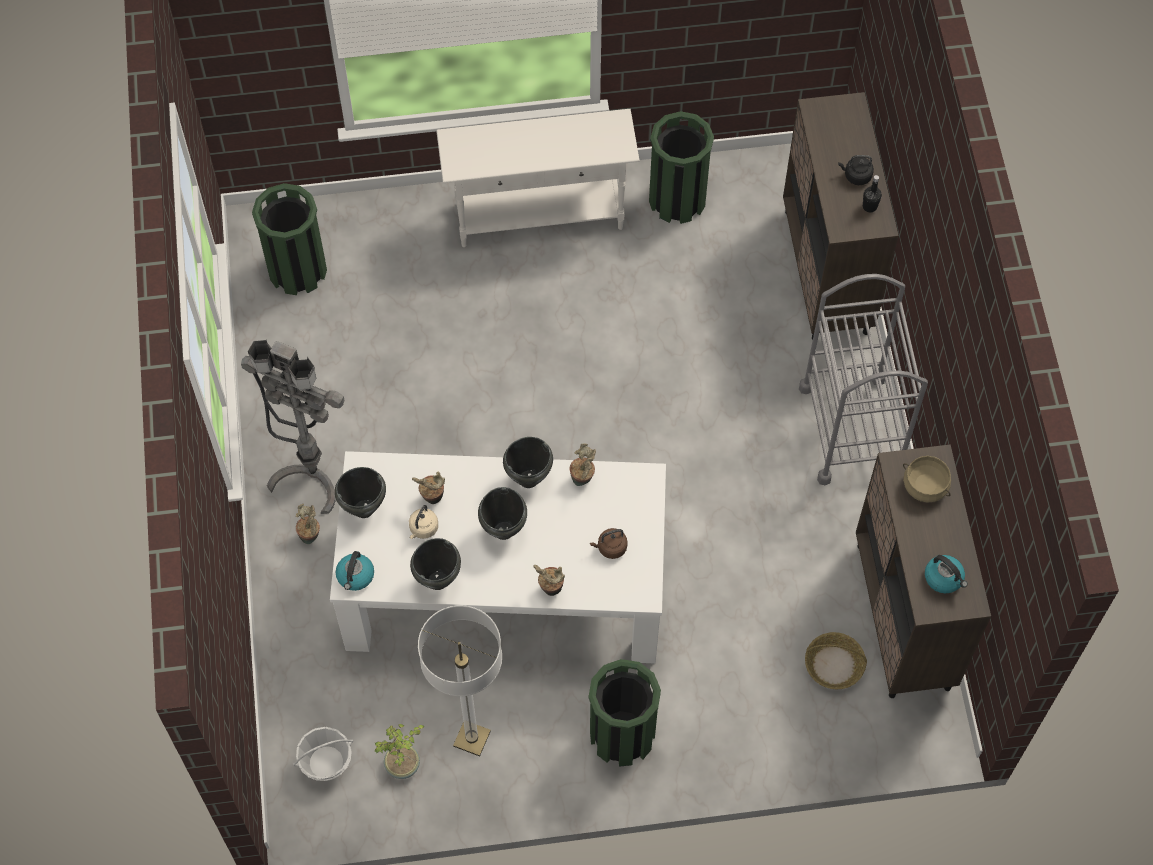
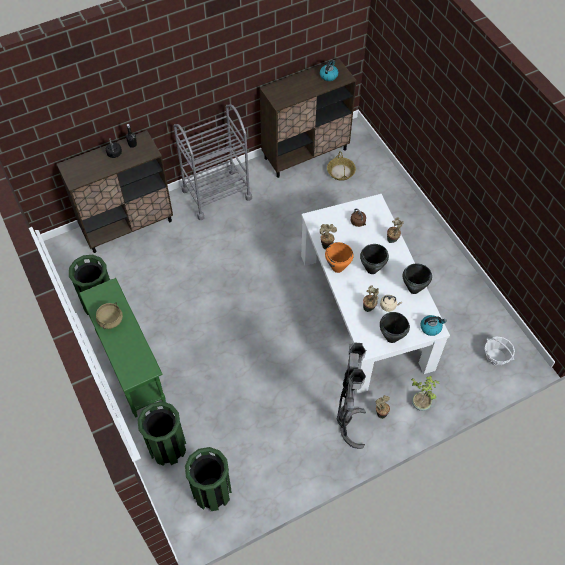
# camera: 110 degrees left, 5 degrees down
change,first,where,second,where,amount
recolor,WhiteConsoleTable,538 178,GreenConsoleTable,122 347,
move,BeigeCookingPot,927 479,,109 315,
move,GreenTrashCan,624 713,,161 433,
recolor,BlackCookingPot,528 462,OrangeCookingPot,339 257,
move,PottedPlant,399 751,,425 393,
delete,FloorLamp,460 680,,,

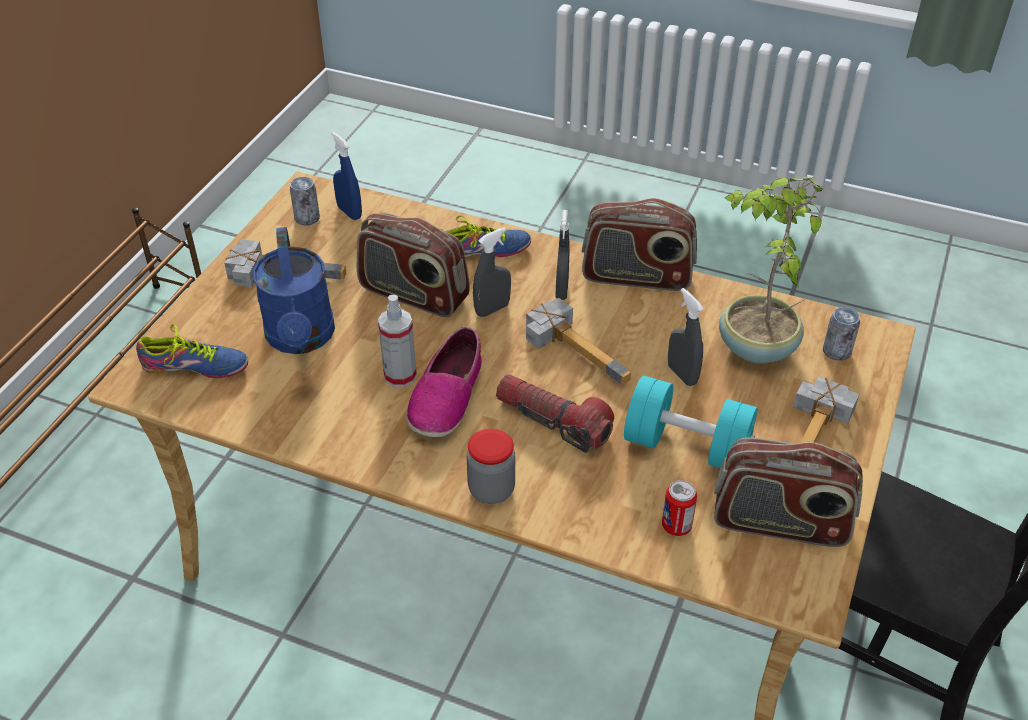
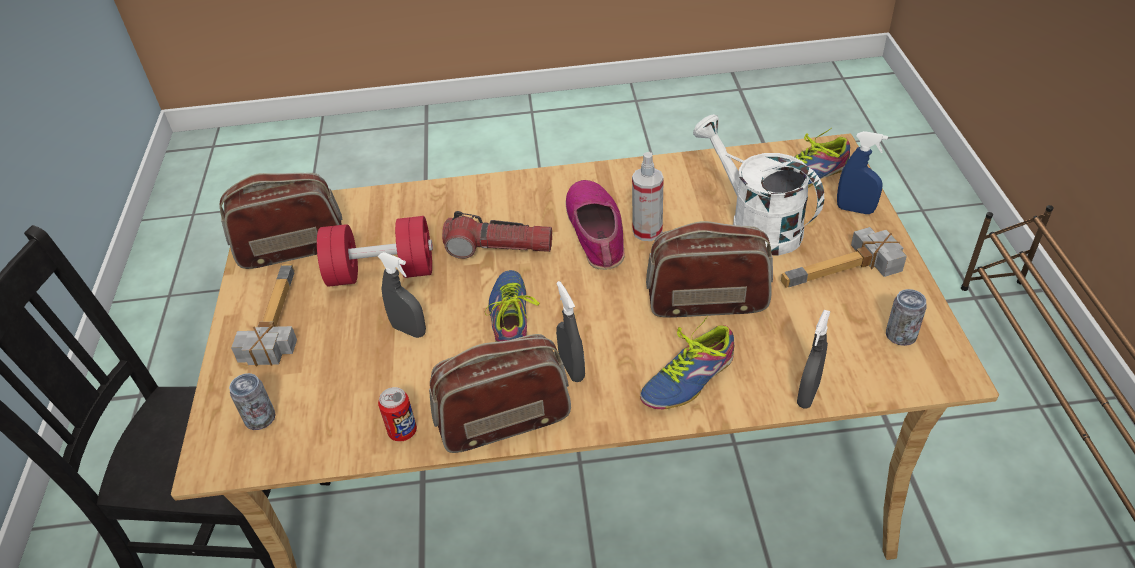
# camera: 155 degrees right, 0 degrees up
change,first,where,second,where,amount
recolor,TurquoiseDumbbell,691 422,RedDumbbell,375 251,
move,Can,679 508,,397 414,
replace,Hammer,578 341,Shoe,512 306,
recolor,BlueWateringCan,294 290,WhiteWateringCan,758 185,
move,GreySprayBottle,492 272,,814 359,
move,BlueSprayBottle,346 176,,862 172,
delete,Jar,491 466,,,
delete,PottedPlant,771 270,,,

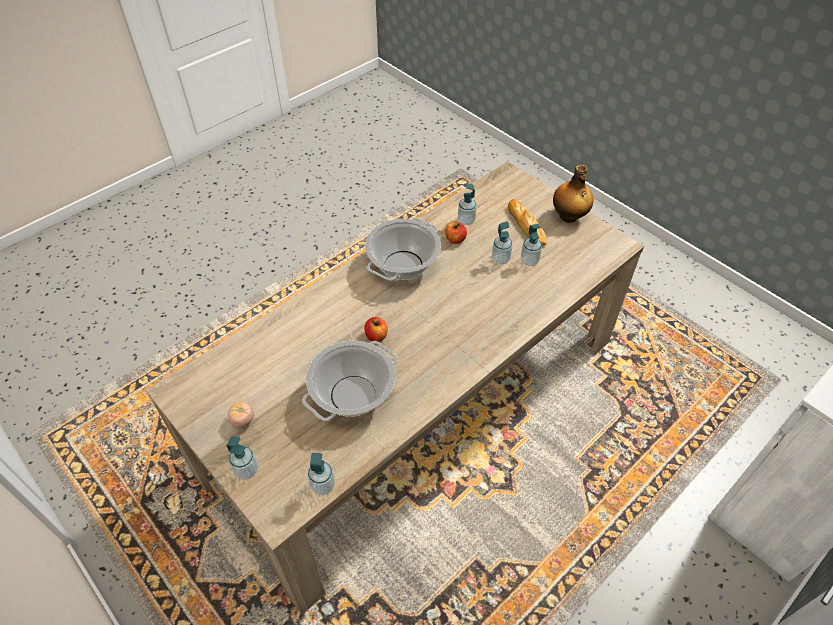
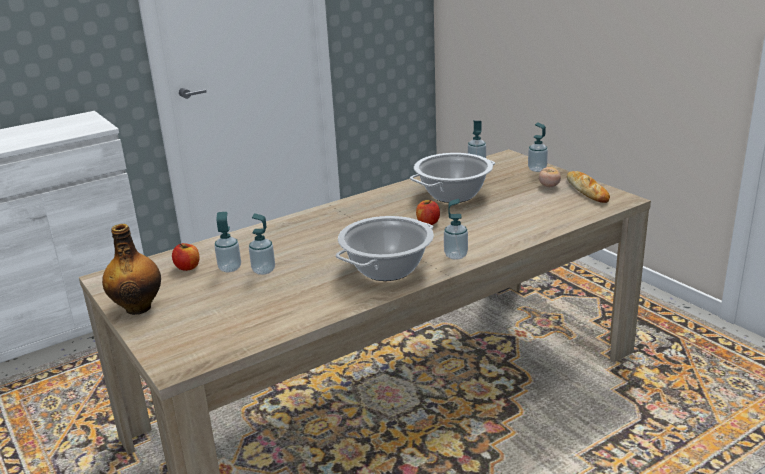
# camera: 170 degrees left, 25 degrees down
change,first,where,second,where,amount
move,Apple,456 233,,185 257,
move,SoapDispenser,467 204,,456 229,
move,Bread,527 222,,588 187,

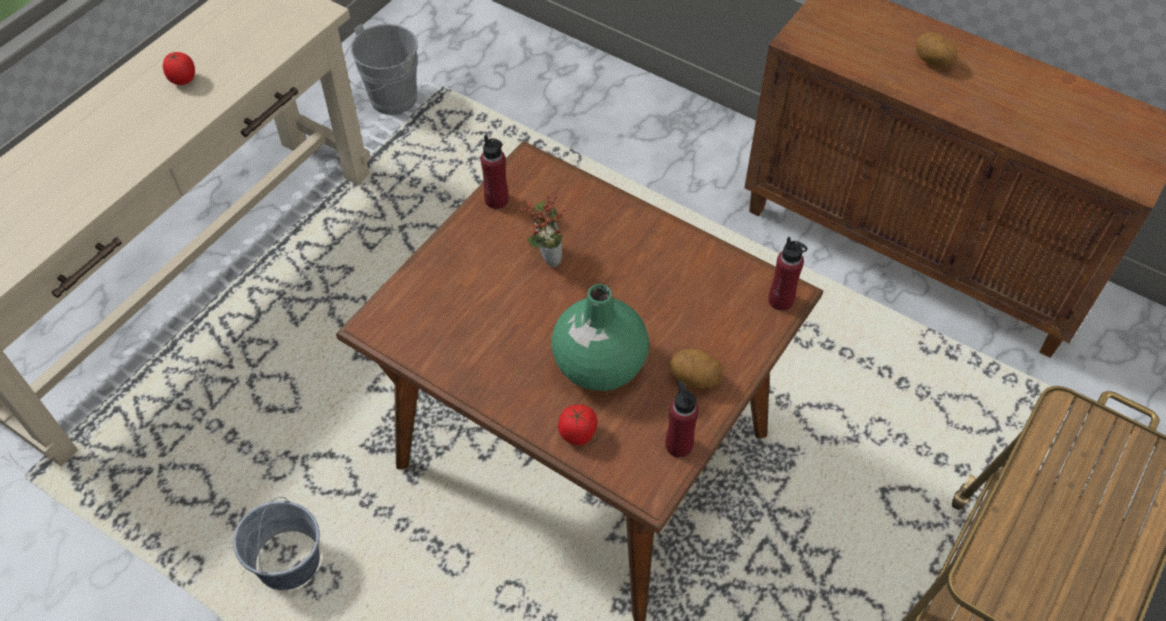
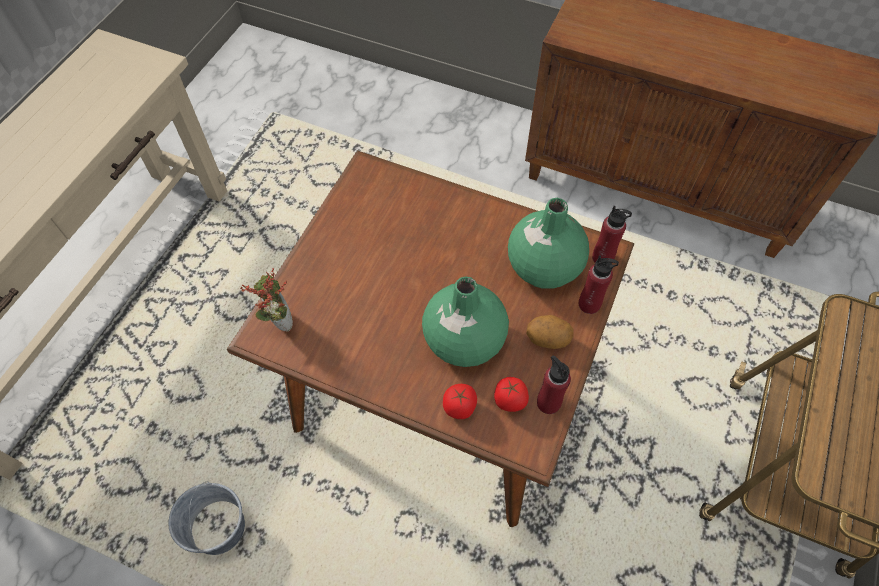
# camera: 10 degrees left, 5 degrees up
change,first,where,second,where,amount
move,PottedPlant,543 229,,266 300,
move,Tomato,179 68,,511 394,
insert,,,GreenVase,548 243,
move,RedBottle,495 172,,599 284,
delete,GreyBucket,381 69,,,
delete,Potato,936 49,,,

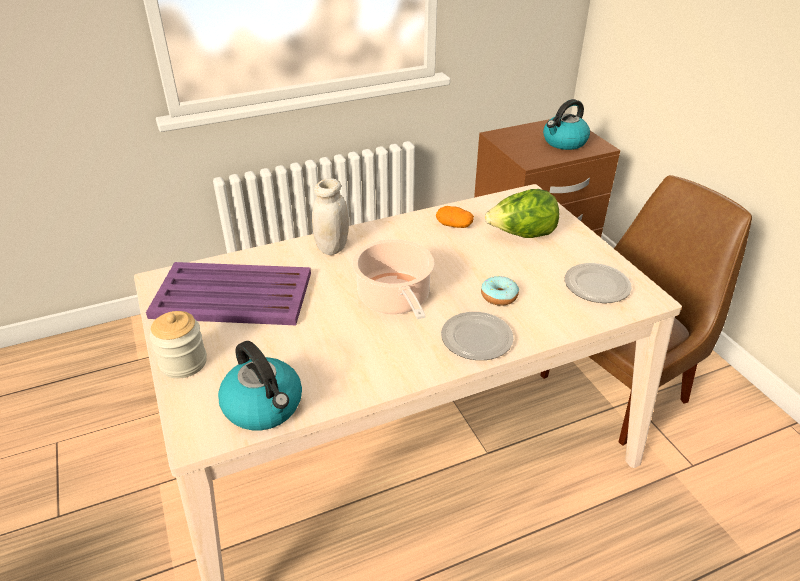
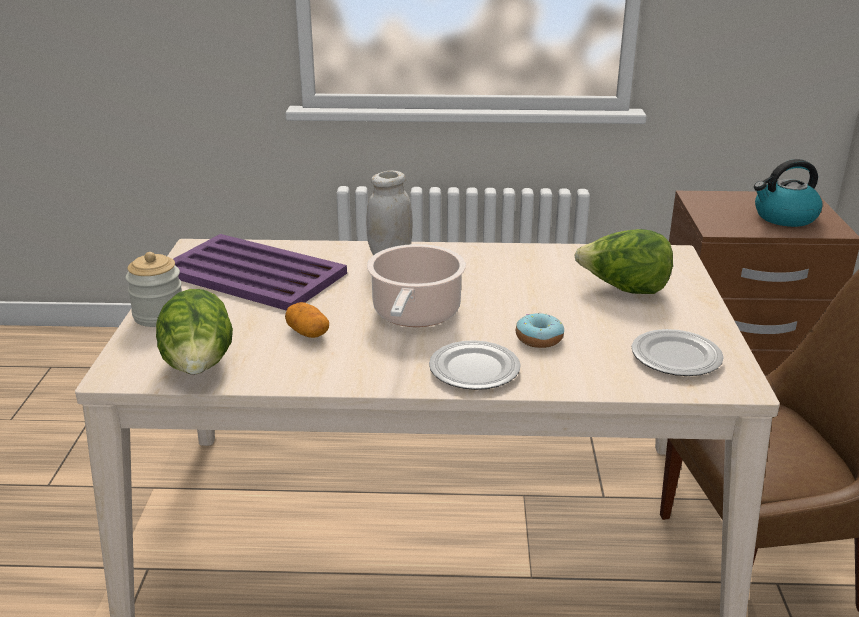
# camera: 25 degrees right, 10 degrees down
change,first,where,second,where,amount
replace,Kettle,260 385,Lettuce,194 331,
move,Potato,455 217,,307 320,

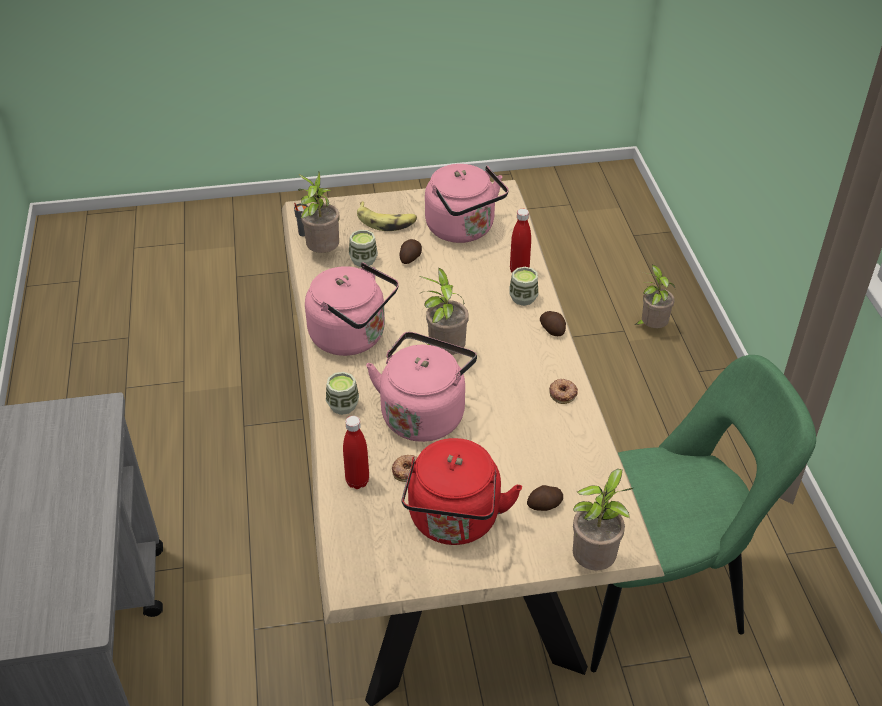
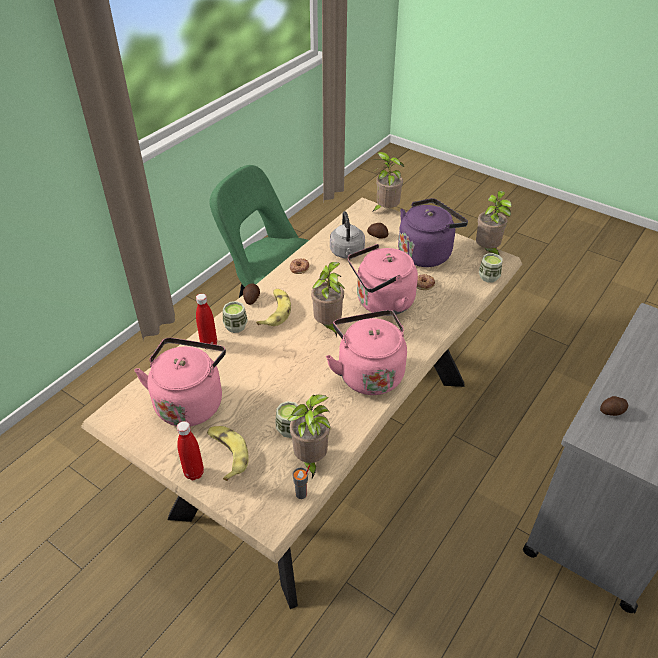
# camera: 135 degrees left, 0 degrees up
change,first,where,second,where,amount
move,RedBottle,356 452,,190 450,
insert,,,Banana,273 307,
insert,,,GreyKettle,347 235,
recolor,RedKettle,462 491,PurpleKettle,433 232,
move,PottedPlant,654 296,,494 223,
move,Cup,342 393,,491 268,
move,Potato,410 251,,614 406,

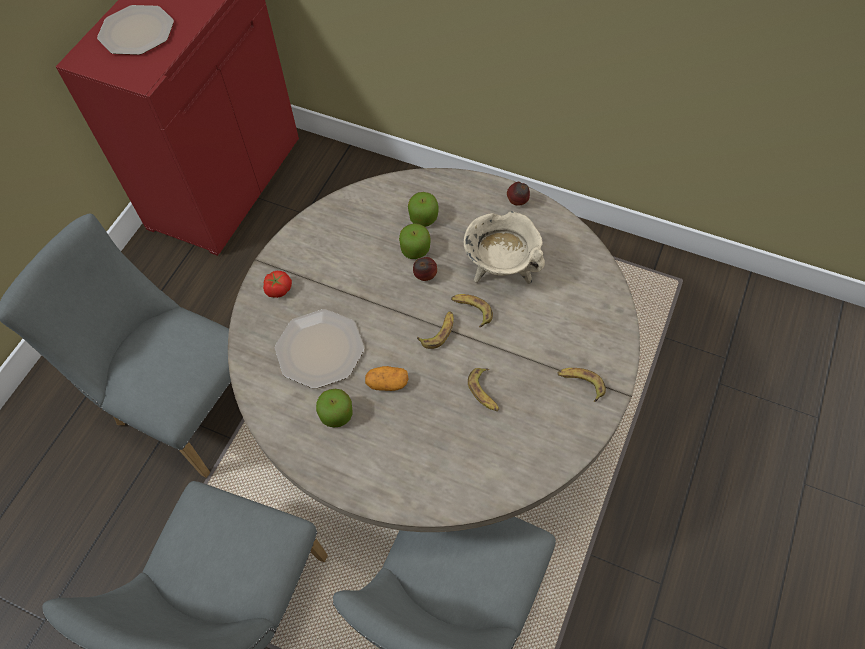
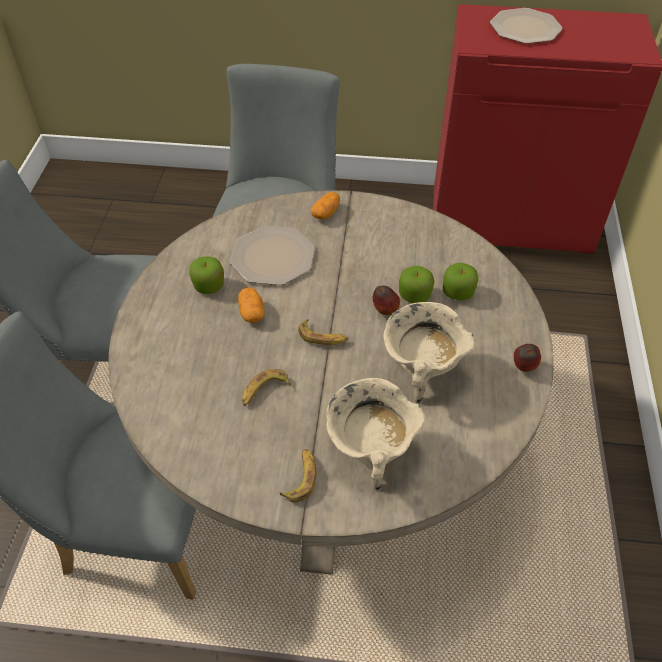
# camera: 70 degrees right, 10 degrees down
change,first,where,second,where,amount
replace,Tomato,277 284,Potato,325 206,
insert,,,BeigeCookingPot,375 434,
delete,Banana,472 310,,,

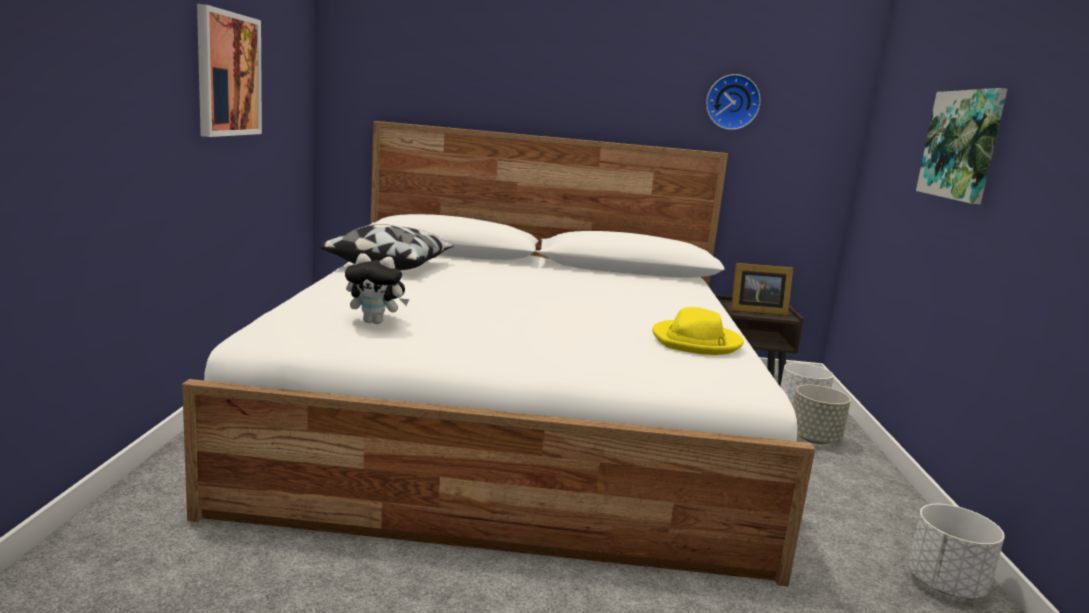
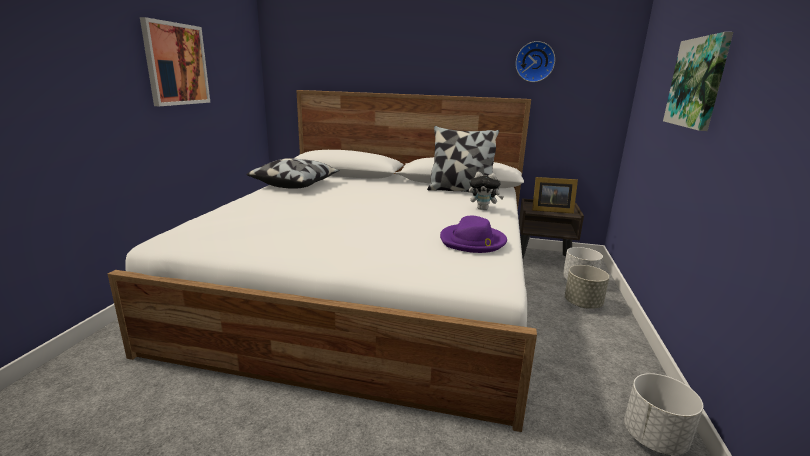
# camera: 10 degrees right, 5 degrees up
change,first,where,second,where,amount
insert,,,Pillow,463 159,
recolor,YellowHat,698 331,PurpleHat,473 234,
move,PlushToy,377 288,,486 191,

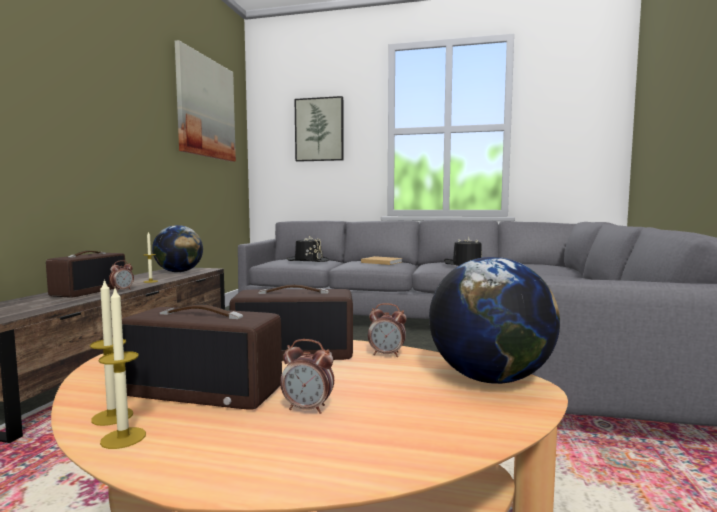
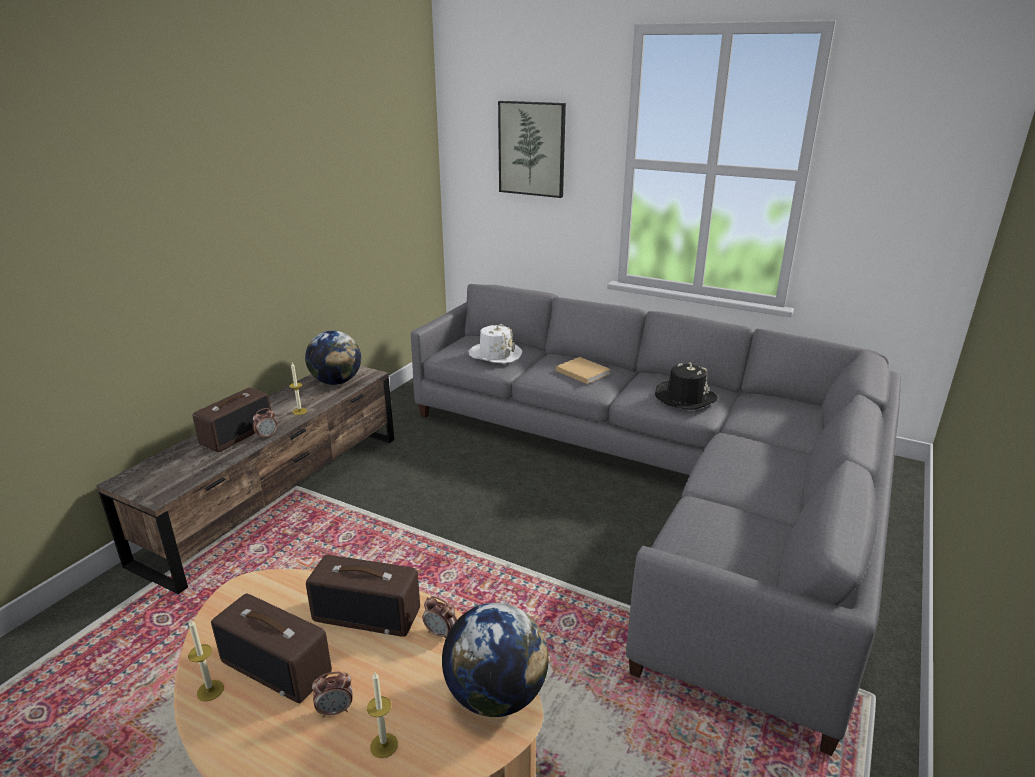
# camera: 15 degrees right, 20 degrees up
change,first,where,second,where,amount
rotate,AlarmClock,307 376,,332 695,45 degrees counterclockwise
move,Candle,122 369,,382 715,
recolor,BlackHat,307 248,WhiteHat,495 344,
delete,Picture,205 101,,,

